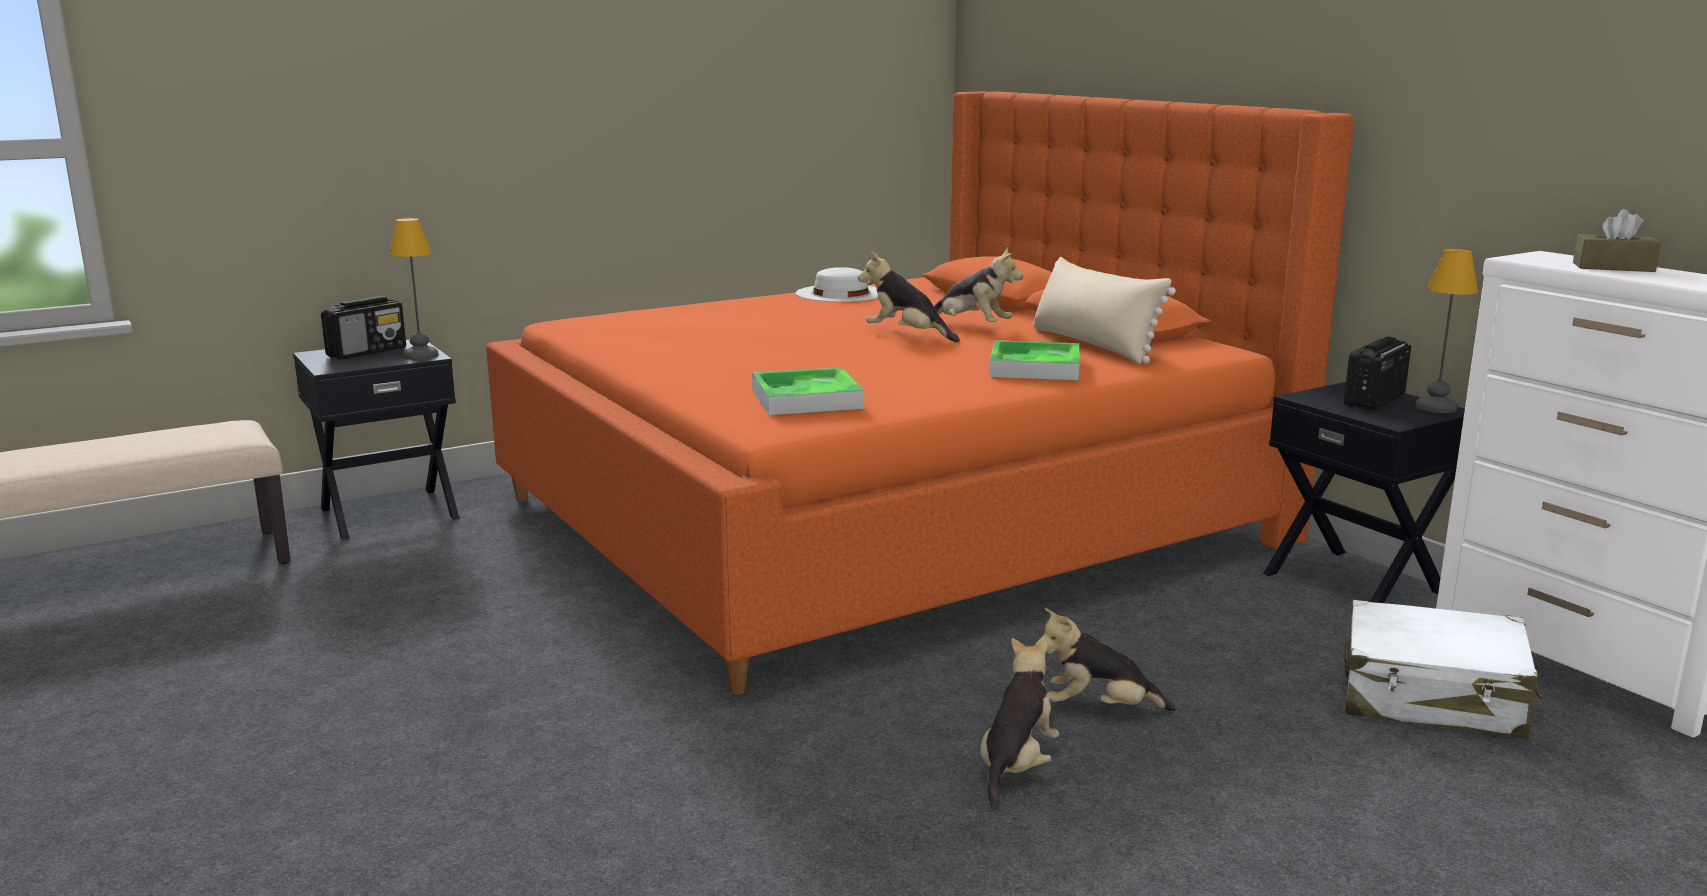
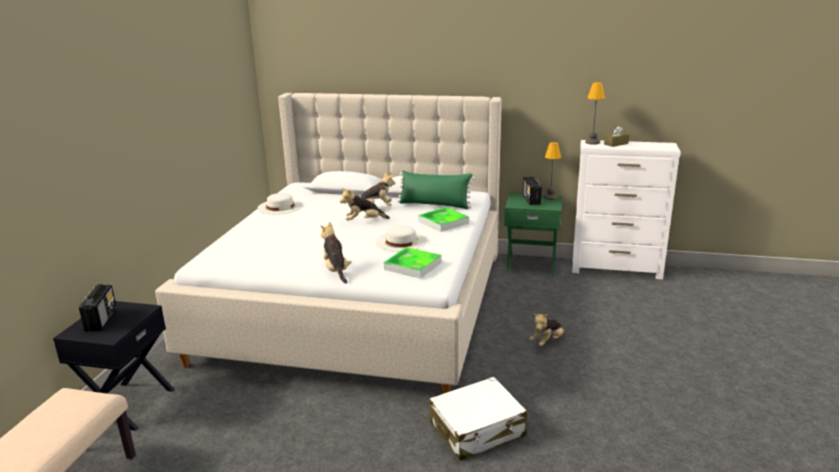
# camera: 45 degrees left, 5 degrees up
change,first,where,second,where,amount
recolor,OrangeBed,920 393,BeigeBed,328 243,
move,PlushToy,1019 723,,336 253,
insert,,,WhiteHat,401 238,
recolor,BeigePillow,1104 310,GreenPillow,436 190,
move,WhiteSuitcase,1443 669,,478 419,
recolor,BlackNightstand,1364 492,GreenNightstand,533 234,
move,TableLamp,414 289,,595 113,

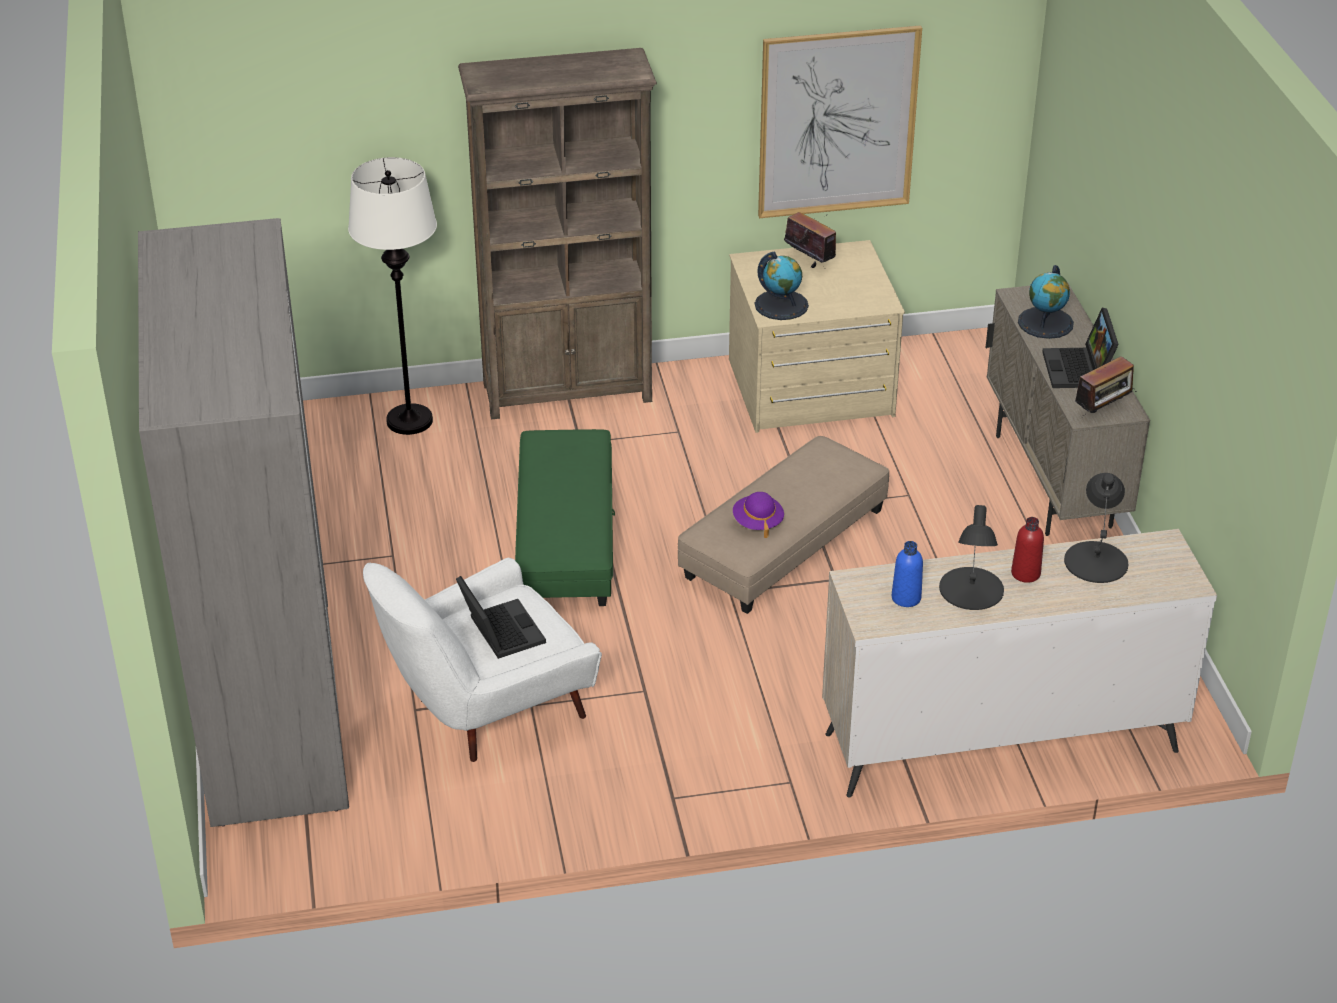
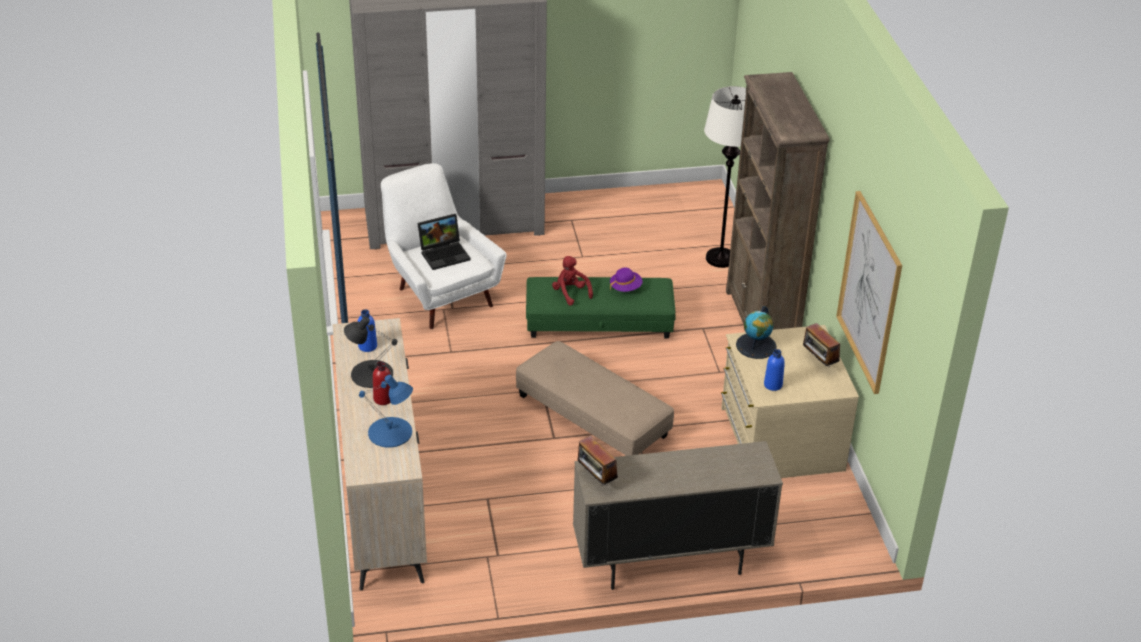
# camera: 90 degrees right, 0 degrees up
change,first,where,second,where,amount
recolor,BlackTableLamp,1096 528,BlueTableLamp,386 411,
insert,,,RedPlushToy,572 281,
move,PurpleHat,758 515,,626 280,
insert,,,BlueBottle,774 370,
rotate,Radio,810 240,,821 345,105 degrees clockwise
delete,Globe,1046 302,,,
delete,Laptop,1080 348,,,

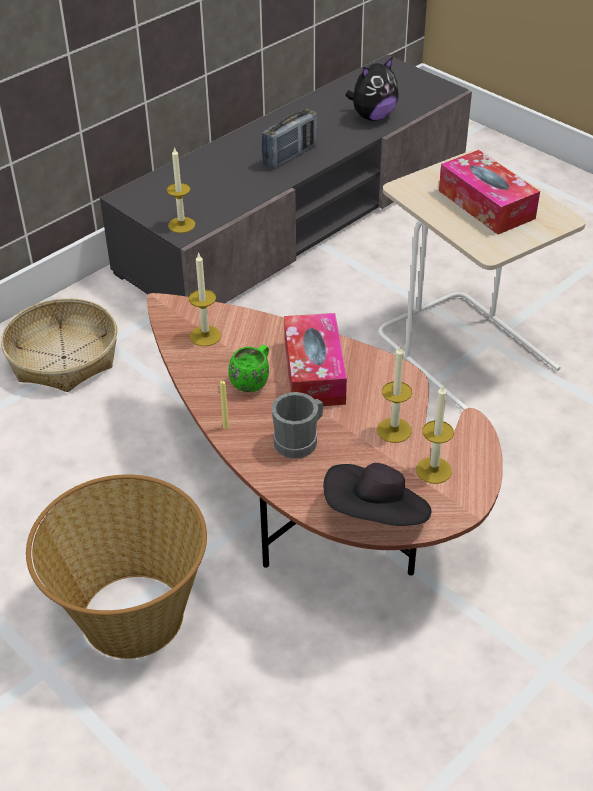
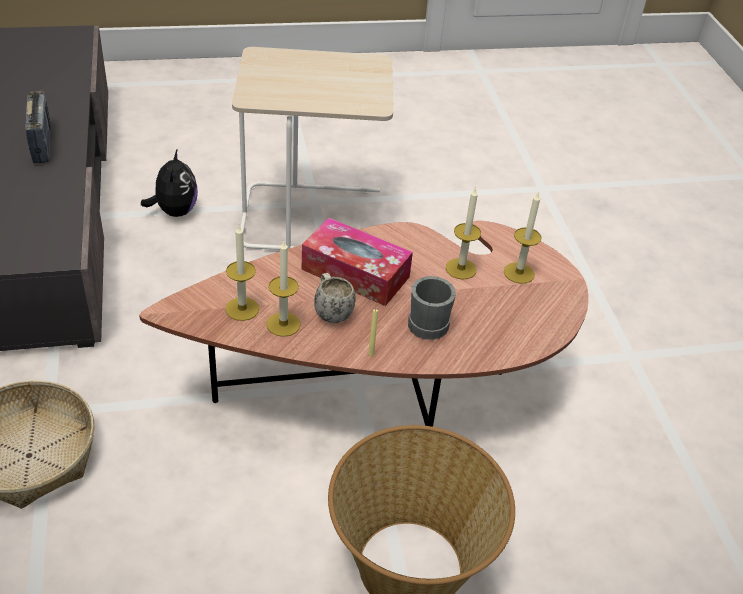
# camera: 60 degrees left, 0 degrees up
change,first,where,second,where,amount
move,PlushToy,371 88,,169 182,
move,Candle,181 190,,284 289,
recolor,GreenMug,248 368,WhiteMug,335 298,
delete,BlackHat,378 494,,,
delete,TissueBox,489 192,,,

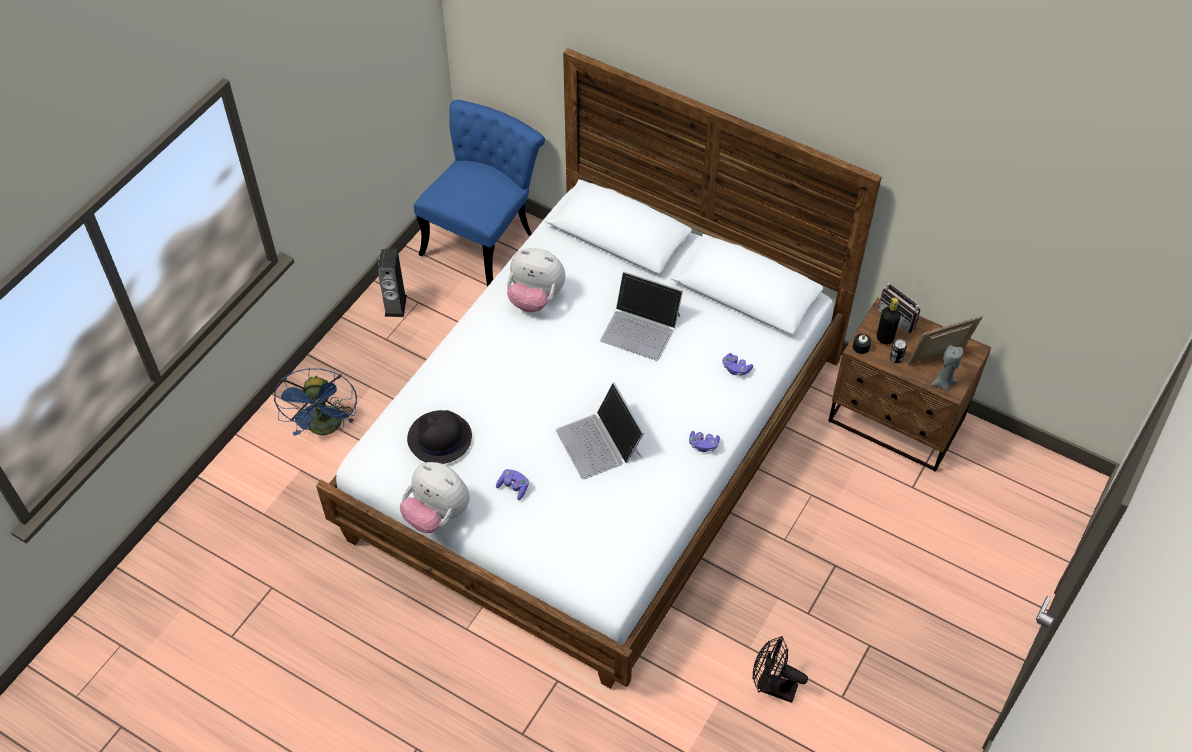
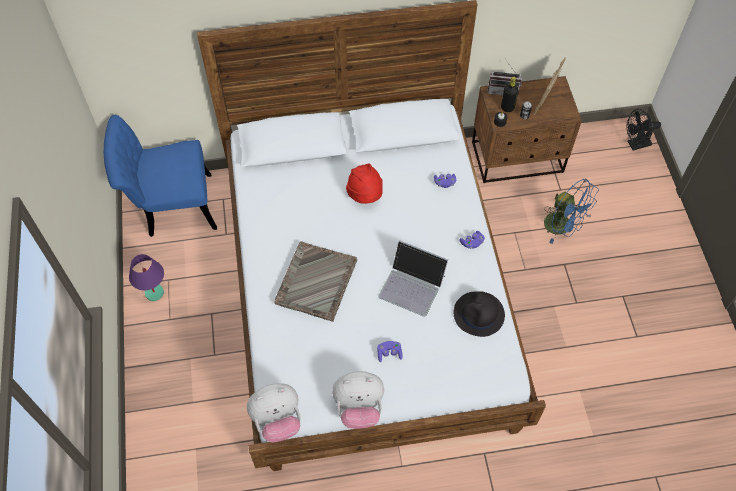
# camera: 40 degrees left, 5 degrees up
change,first,where,second,where,amount
rotate,BlueChair,479 193,,160 176,90 degrees counterclockwise
replace,Speaker,392 283,PurpleTableLamp,146 277,
move,PlushToy,536 280,,273 413,
insert,,,GreyTray,315 281,
replace,Laptop,641 315,RedHat,364 183,
move,BlackHat,439 437,,479 314,
move,BlueFan,315 402,,571 211,
move,BlackFan,780 669,,643 130,
delete,GreyCandle,947 368,,,

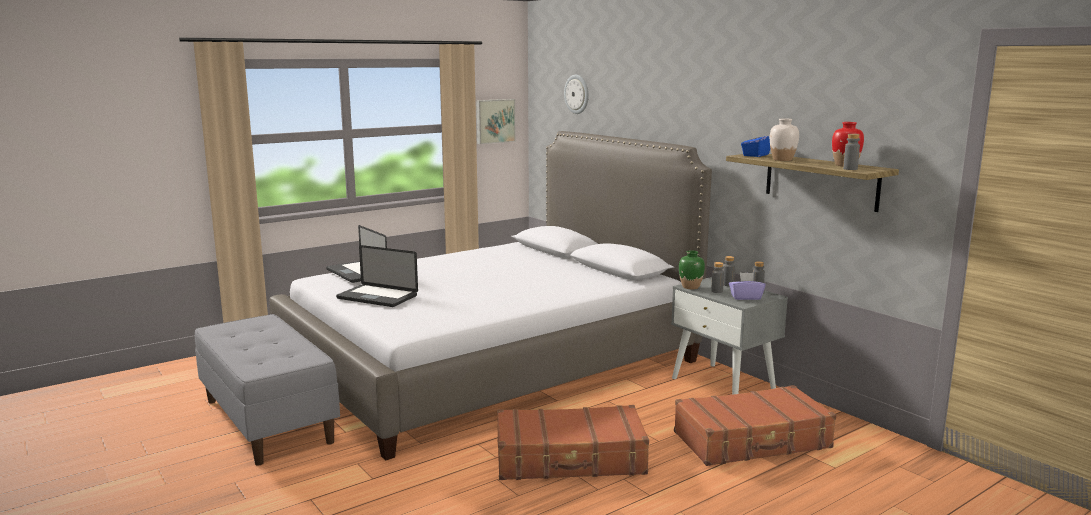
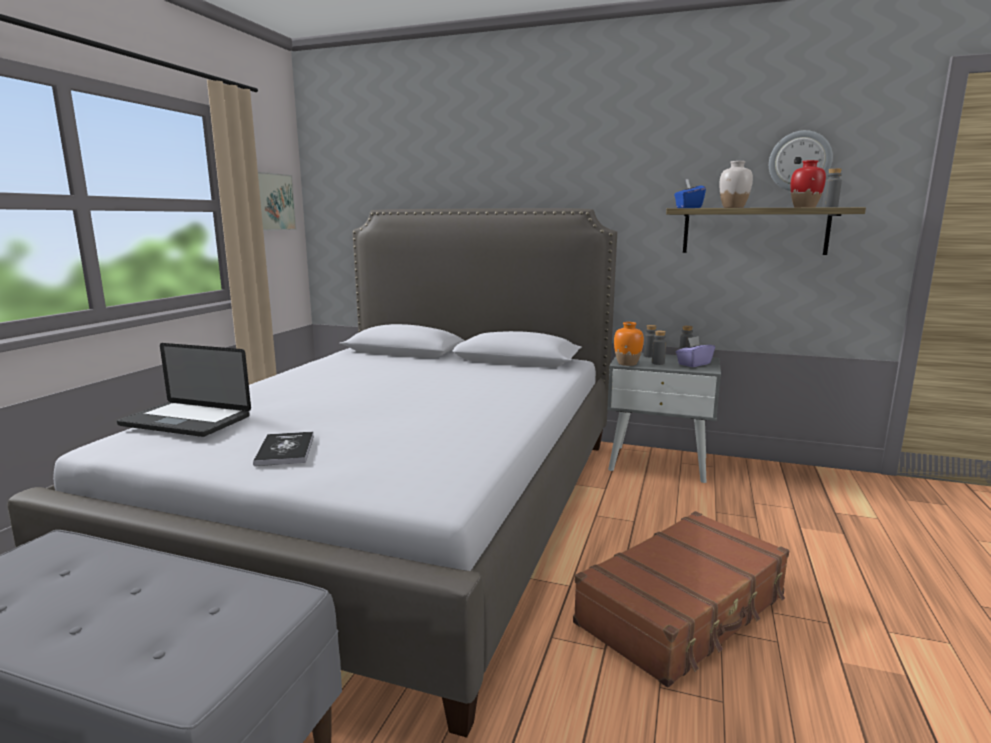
# camera: 35 degrees left, 0 degrees up
change,first,where,second,where,amount
replace,Laptop,377 276,Book,283 449,
recolor,GreenVase,692 269,OrangeVase,629 344,
move,WallClock,576 94,,801 160,
delete,BrownSuitcase,755 425,,,

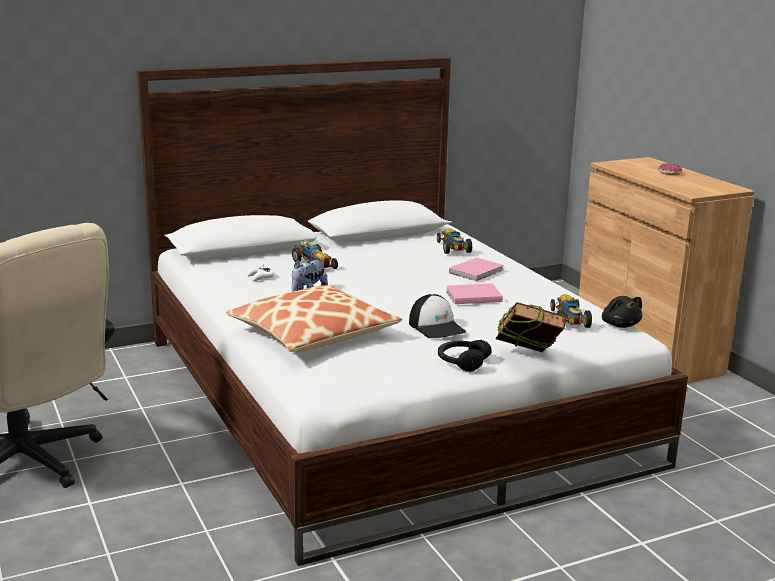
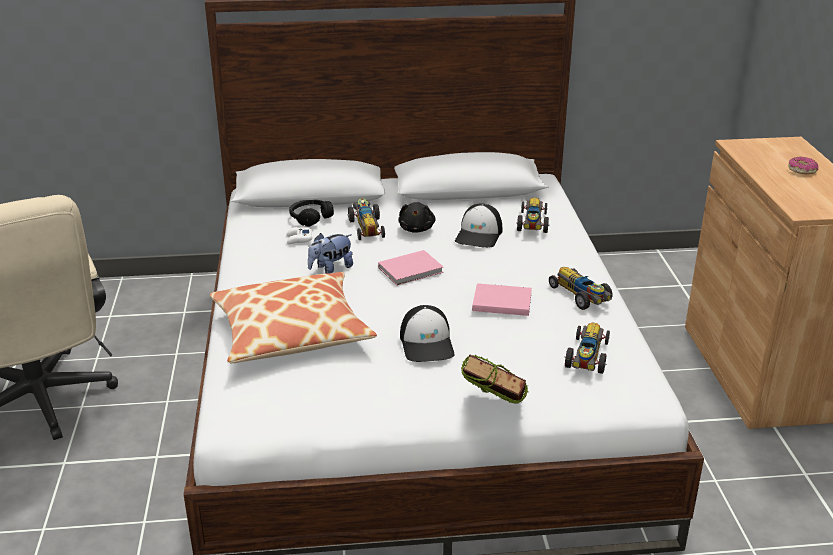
# camera: 20 degrees right, 10 degrees up
change,first,where,second,where,amount
move,BlackHeadphones,465 356,,311 213,
move,PinkBook,476 269,,411 268,
move,BlackPlushToy,622 312,,417 217,
insert,,,Cap,478 225,
insert,,,ToyCar,581 288,

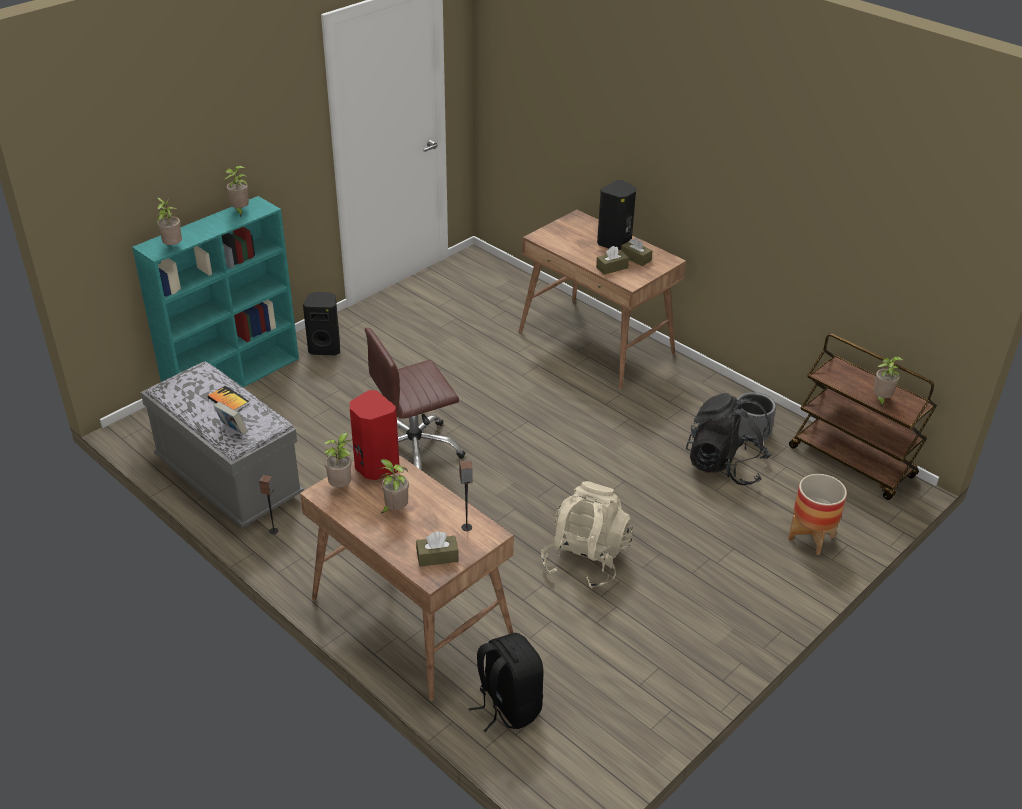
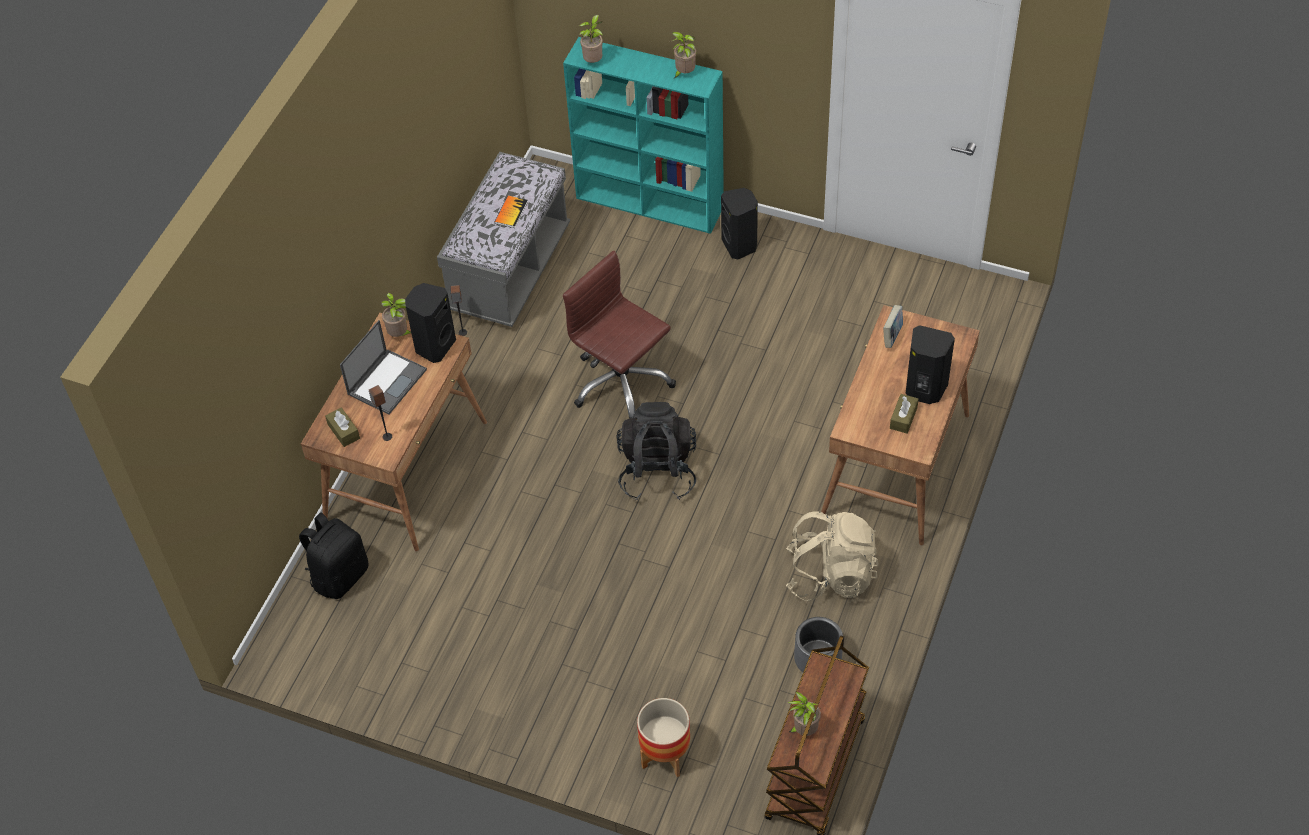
# camera: 70 degrees right, 15 degrees up
change,first,where,second,where,amount
replace,PottedPlant,393 486,Laptop,383 367,
recolor,RedSpeaker,375 435,BlackSpeaker,430 323,
move,BlackBackpack,728 439,,656 451,
move,BeigeBackpack,587 535,,832 556,
move,Book,231 418,,893 326,
delete,BrownTissueBox,612 260,,,

